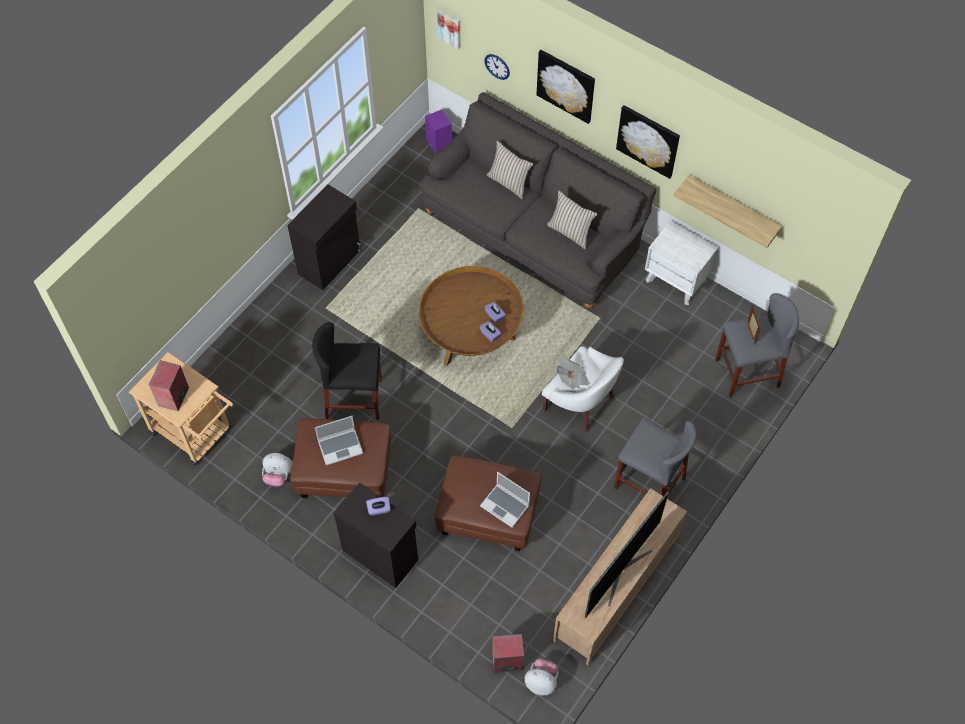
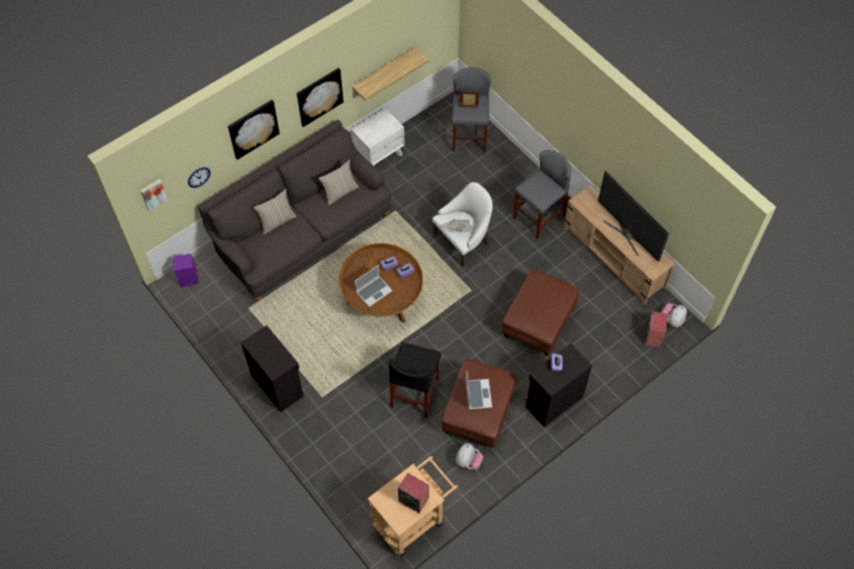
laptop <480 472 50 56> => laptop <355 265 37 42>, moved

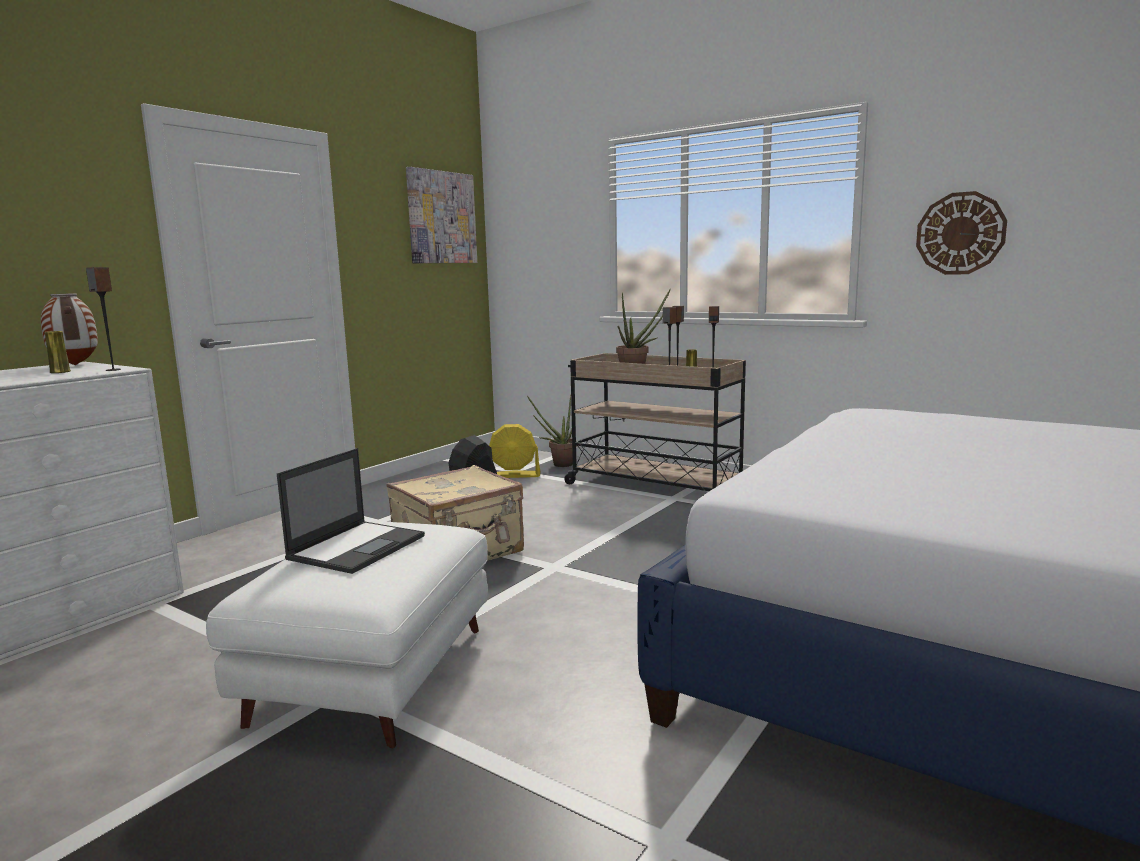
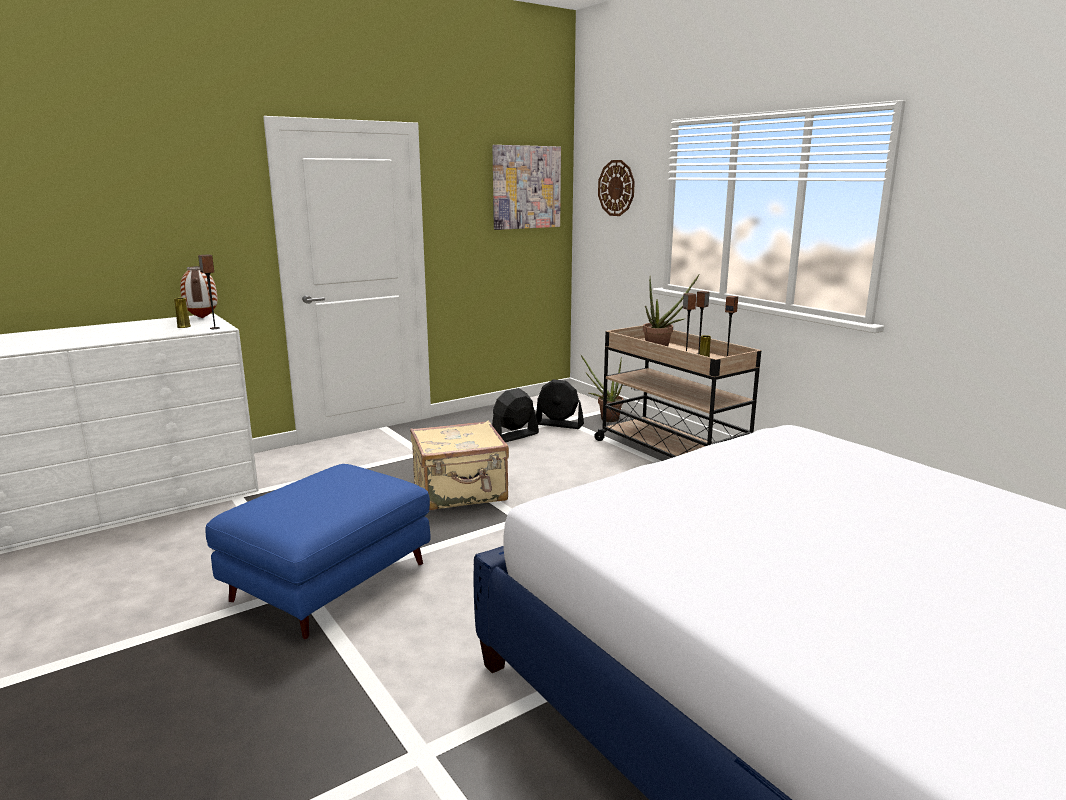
wall clock <916 191 91 84> => wall clock <598 160 37 56>, moved
fan in yellow <489 424 51 54> => fan in black <536 379 48 50>
laptop <277 448 148 126> => nothing
ottoman in white <206 521 282 227> => ottoman in blue <205 464 226 175>

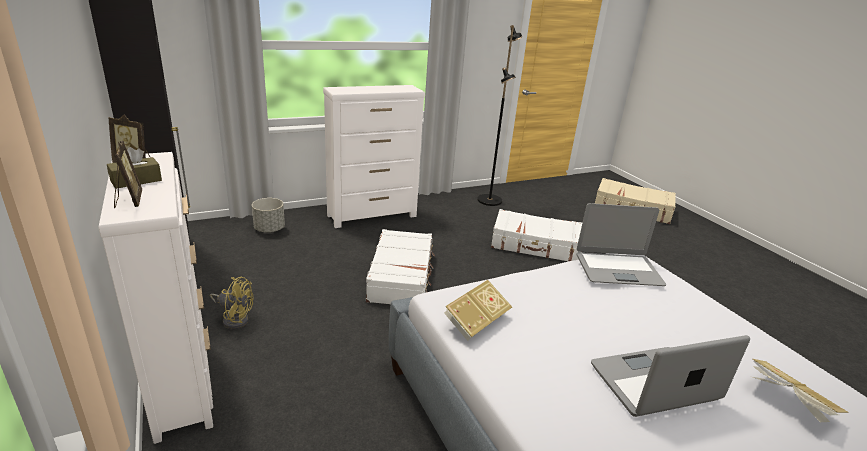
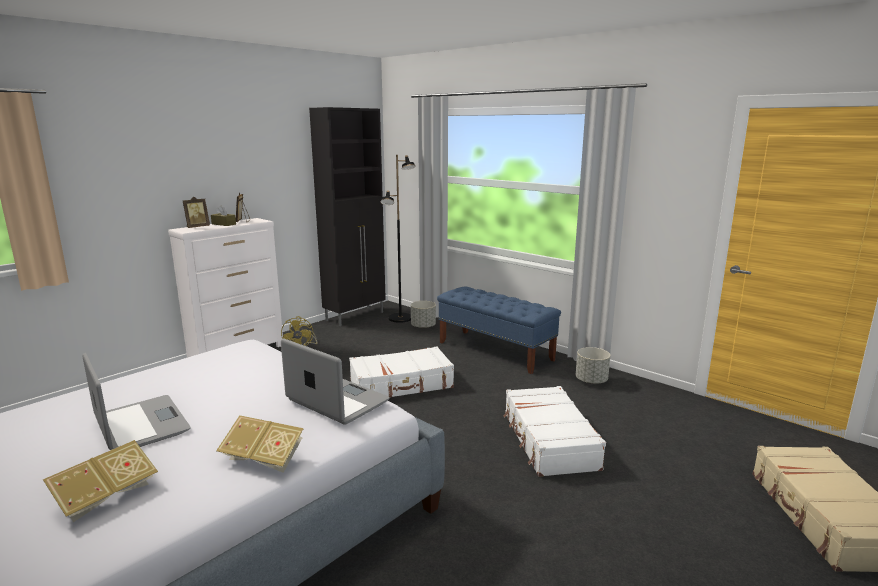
floor lamp in black <477 25 46 181> => floor lamp in black <380 155 36 168>, moved
dresser in white <323 85 102 143> => bench in blue <437 287 124 87>
laptop <577 203 89 83> => laptop <281 338 108 87>, 150 degrees clockwise
book <444 280 68 61> => book <216 415 88 58>, moved
nothing => planter in grey <576 347 34 37>

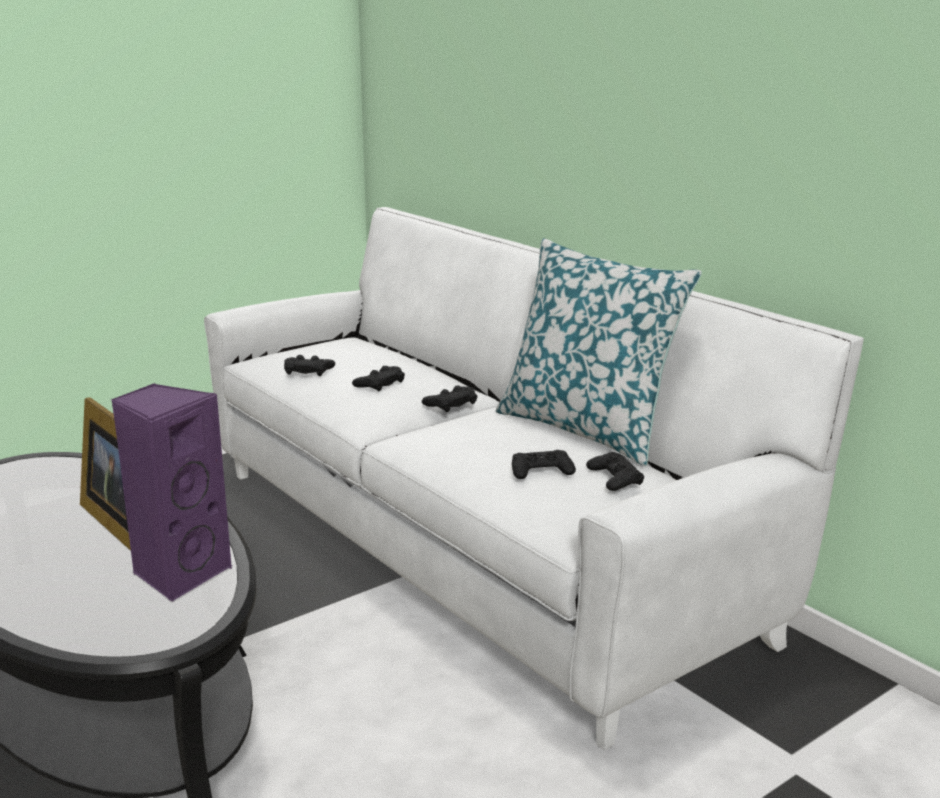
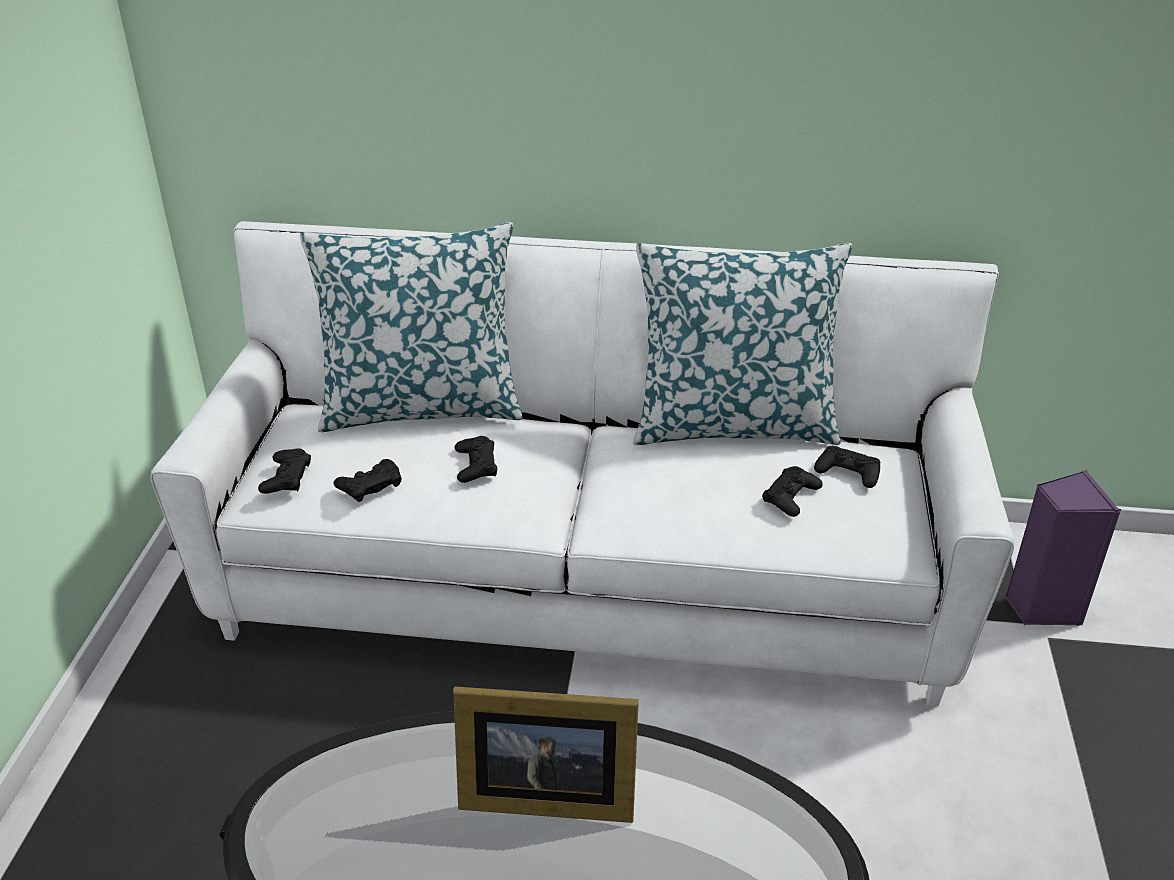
speaker in purple <111 383 122 219> => speaker in purple <1005 471 116 155>, moved
game controller in black <422 386 56 26> => game controller in black <258 448 53 46>, moved
nothing => pillow <300 222 223 210>

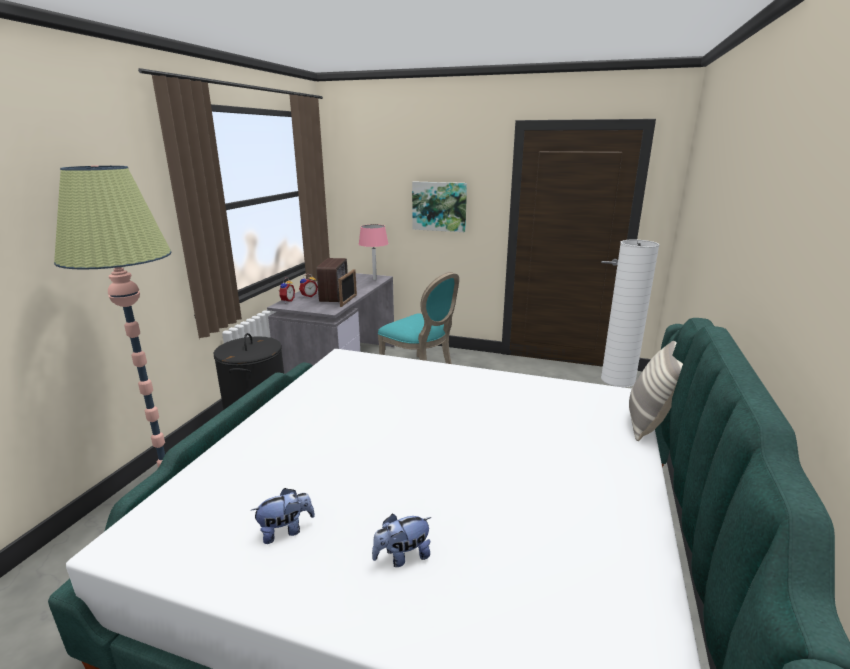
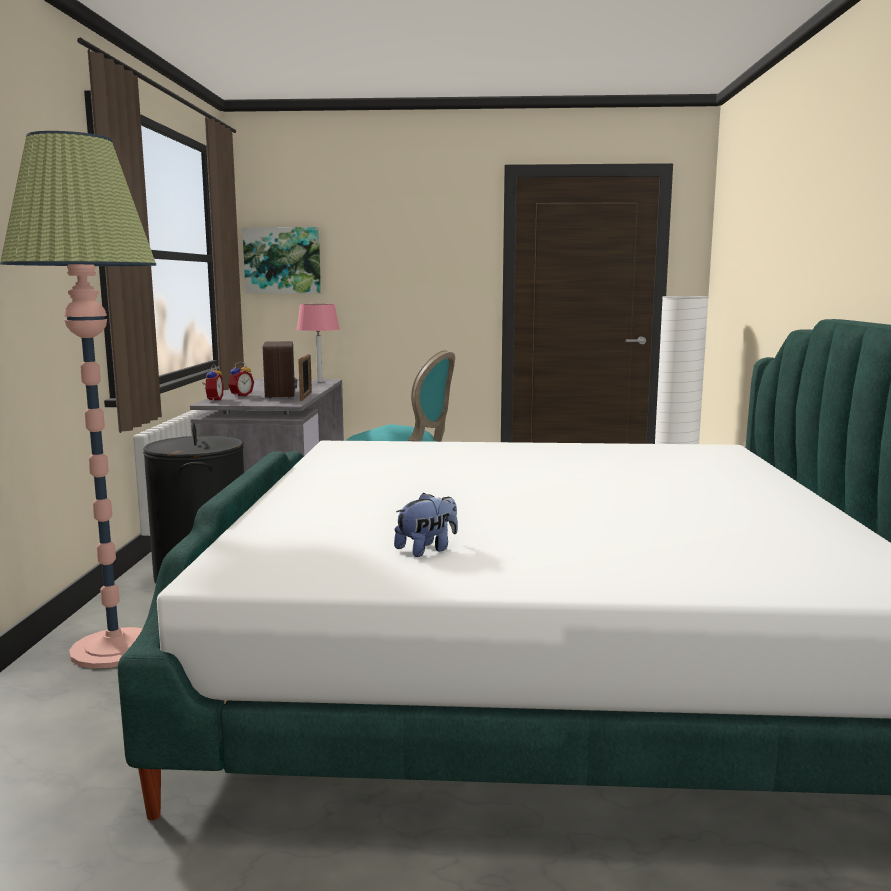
picture <412 182 55 50> => picture <242 227 79 67>, moved
pillow <629 341 54 100> => nothing
plush toy <372 514 60 53> => nothing

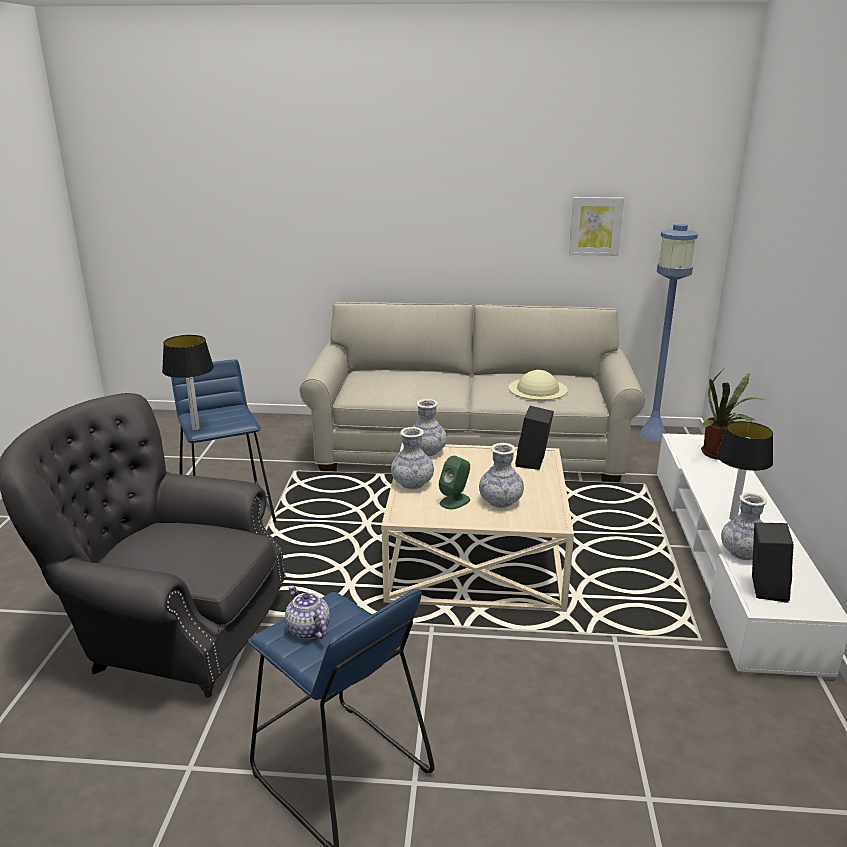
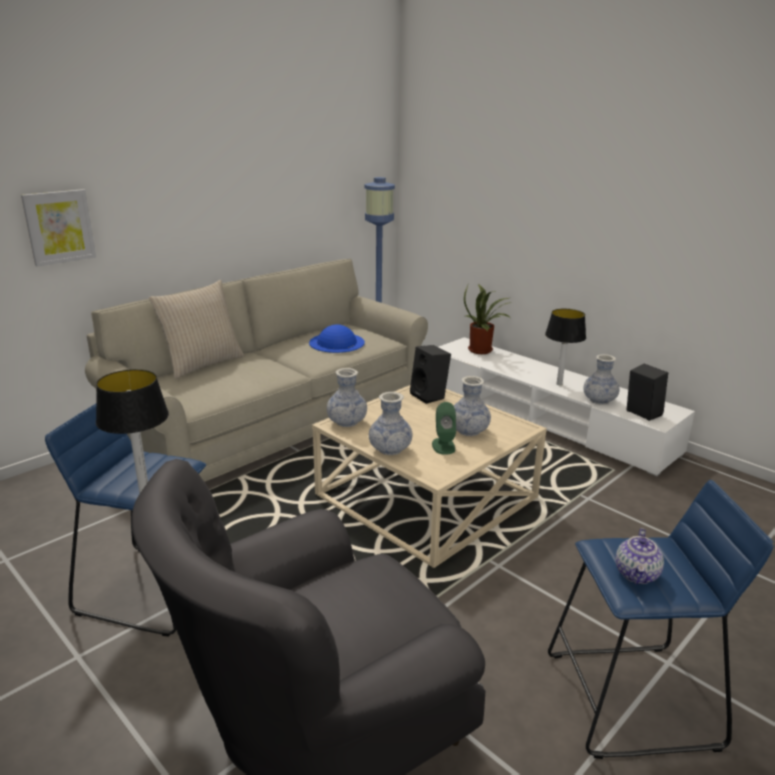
picture <569 197 55 59> => picture <21 189 75 78>, moved
hat in beige <509 370 59 30> => hat in blue <309 324 56 29>
teapot <285 586 45 54> => teapot <616 528 48 56>, 75 degrees counterclockwise
nothing => pillow in beige <149 280 96 99>

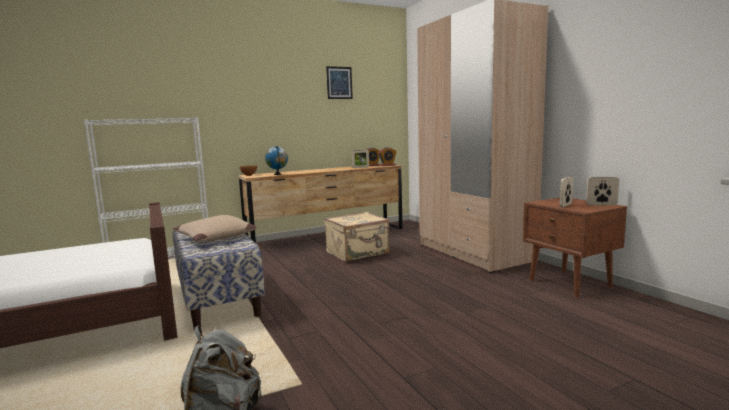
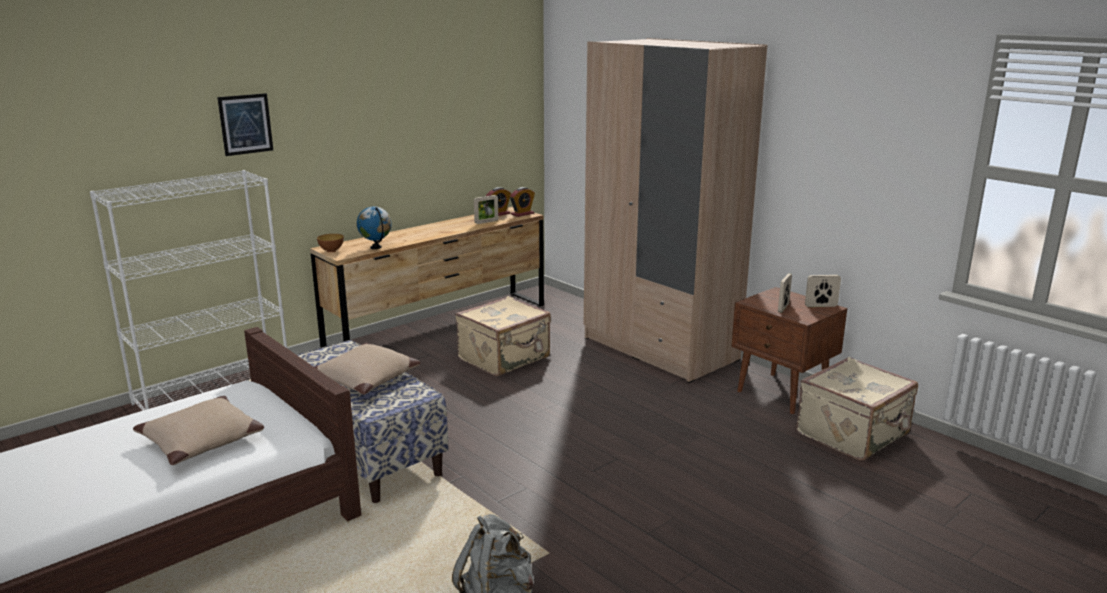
picture <326 66 27 33> => picture <217 93 56 63>, moved
nothing => suitcase in beige <797 357 121 104>
nothing => pillow in beige <133 396 131 69>

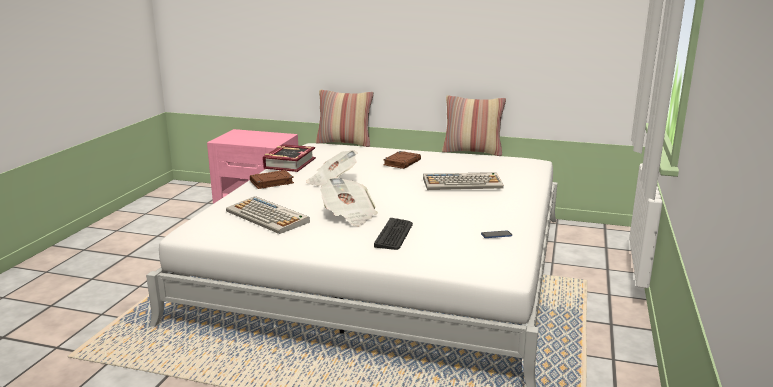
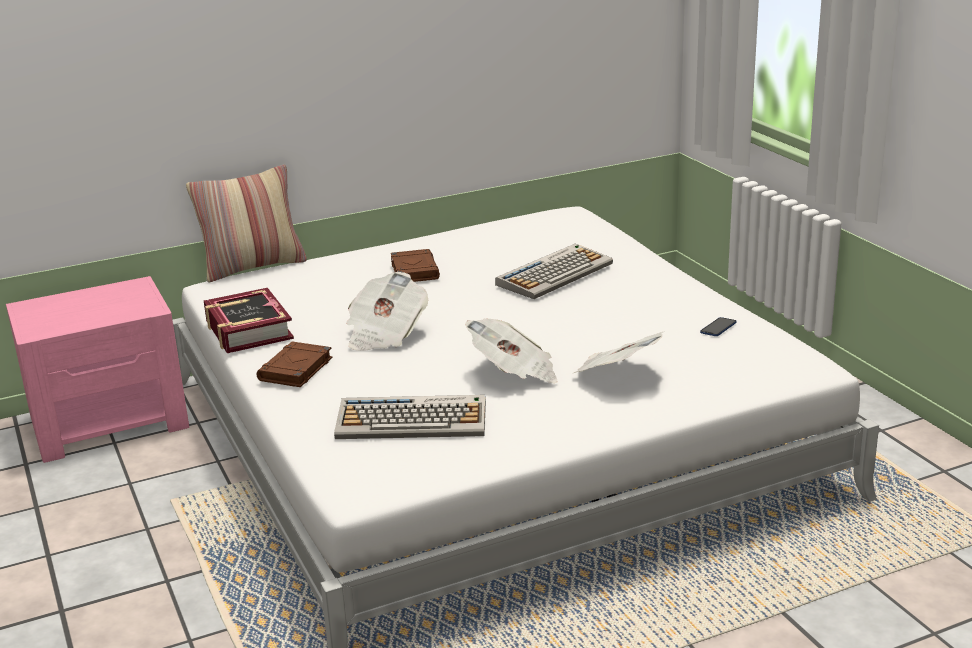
pillow <442 95 64 61> => nothing
keyboard <374 218 39 32> => newspaper <574 331 91 42>

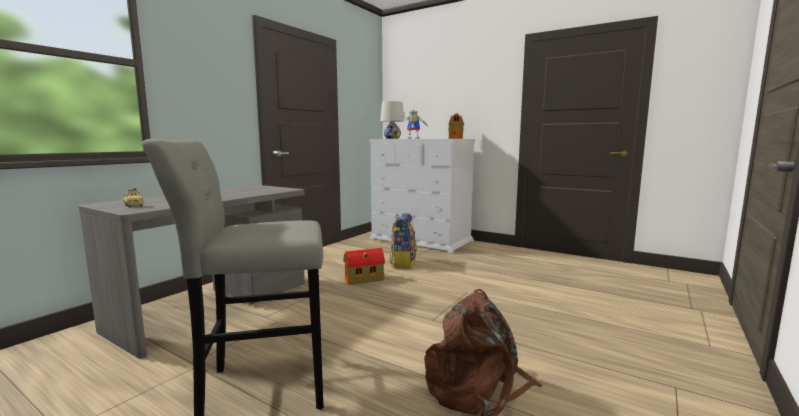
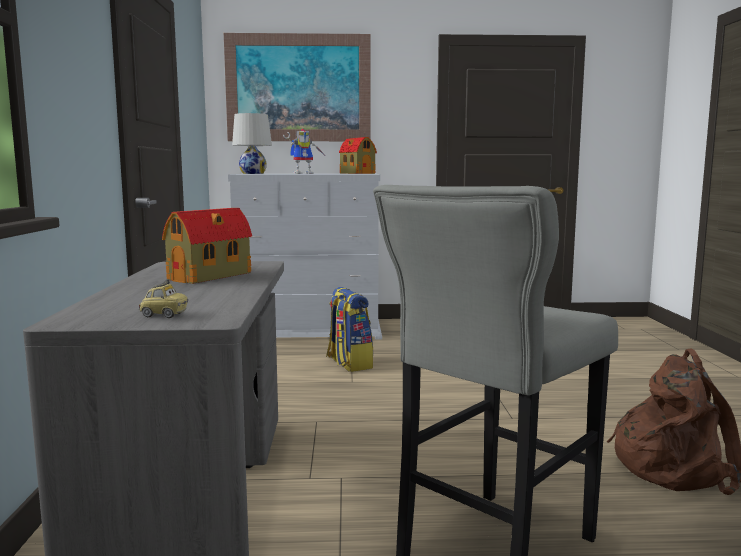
toy house <344 248 41 37> => toy house <162 208 90 76>, moved
nothing => picture <224 33 146 108>

